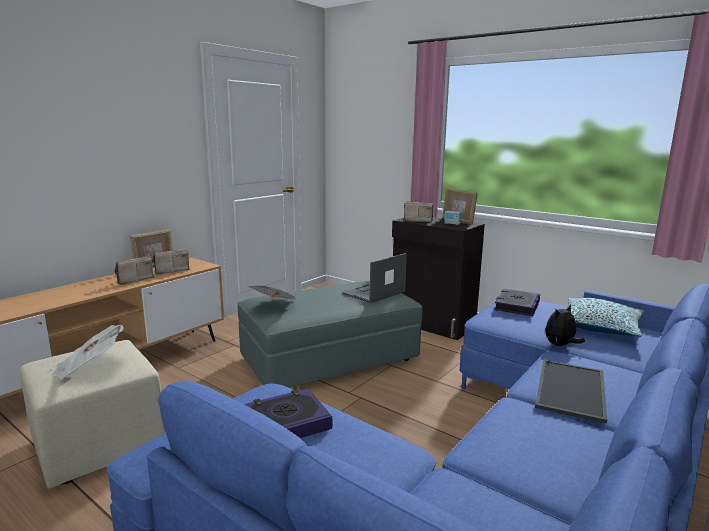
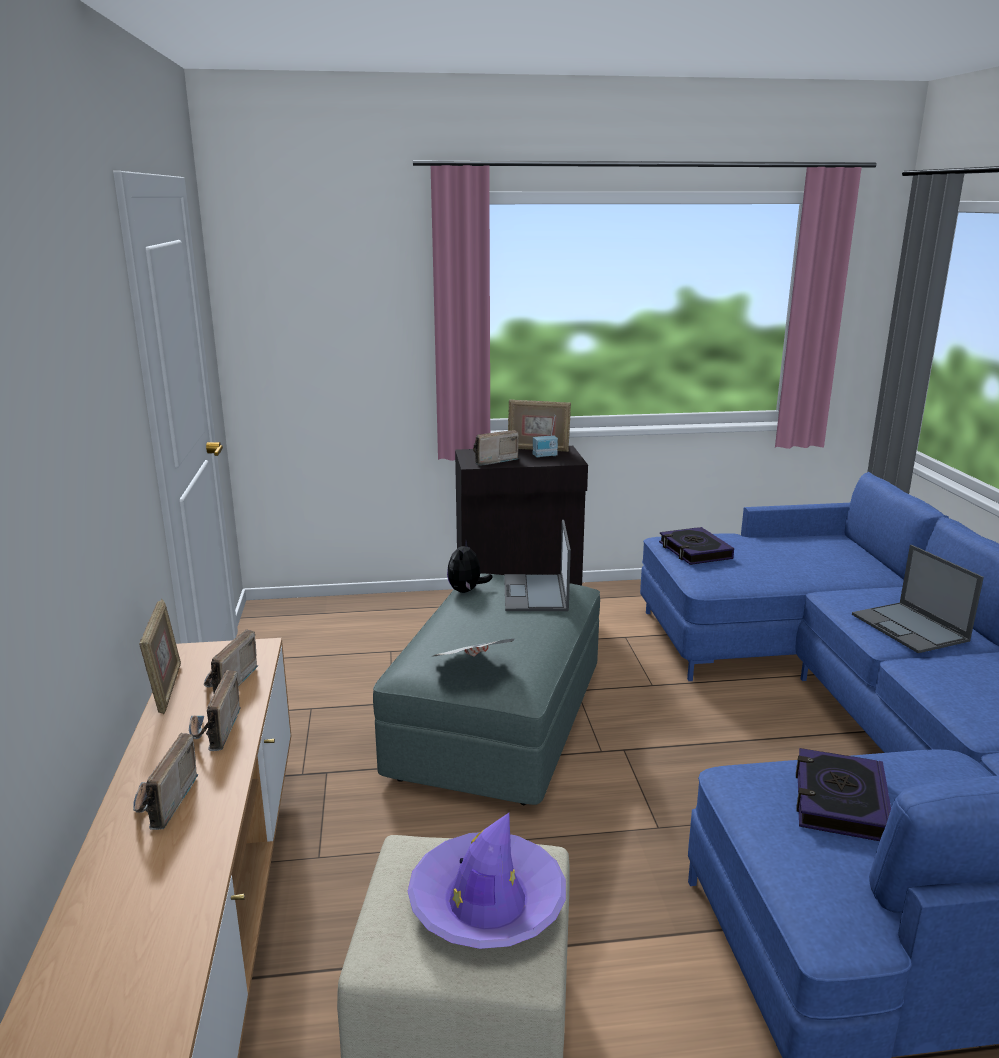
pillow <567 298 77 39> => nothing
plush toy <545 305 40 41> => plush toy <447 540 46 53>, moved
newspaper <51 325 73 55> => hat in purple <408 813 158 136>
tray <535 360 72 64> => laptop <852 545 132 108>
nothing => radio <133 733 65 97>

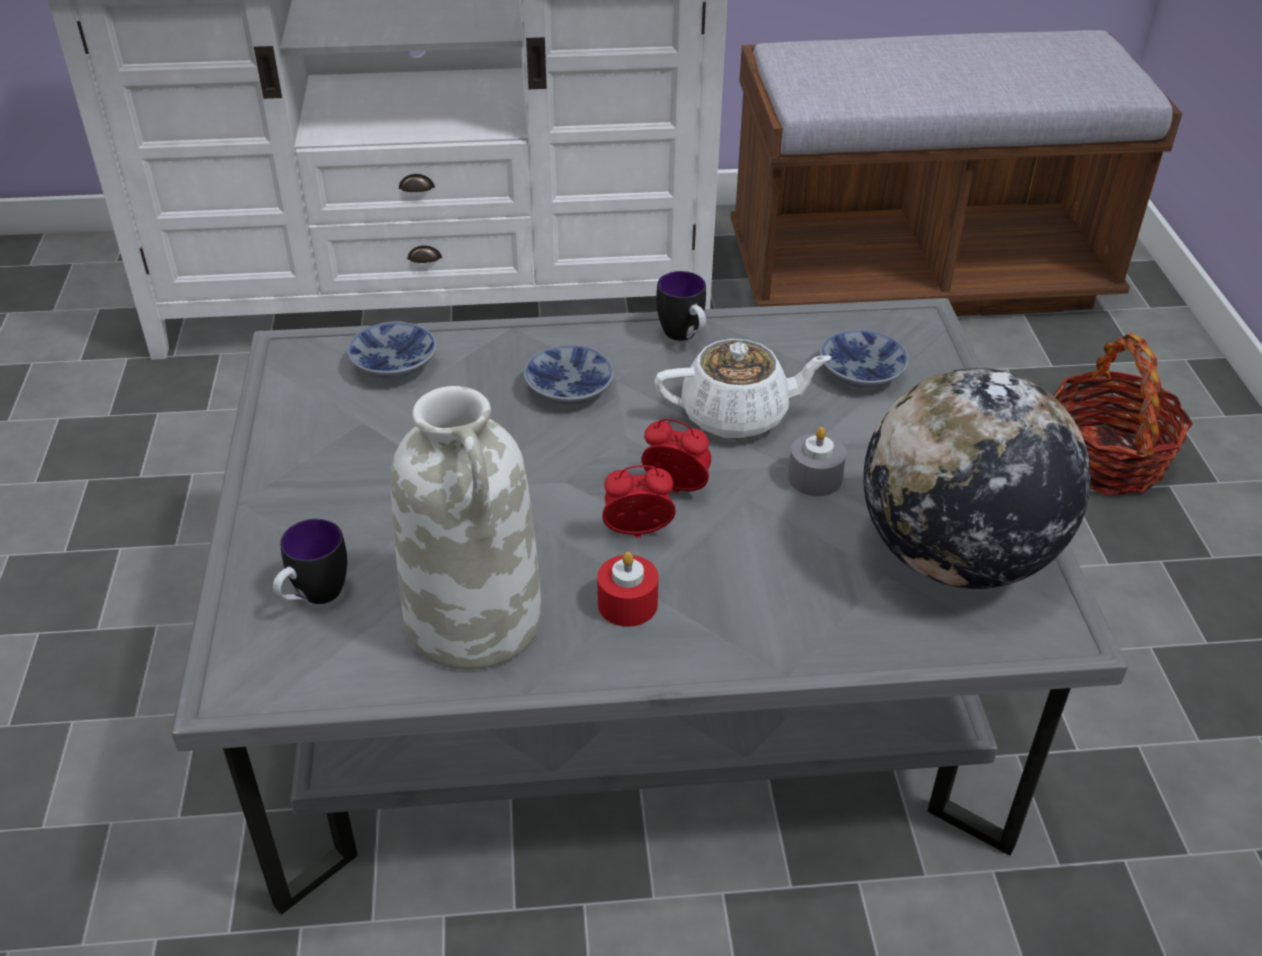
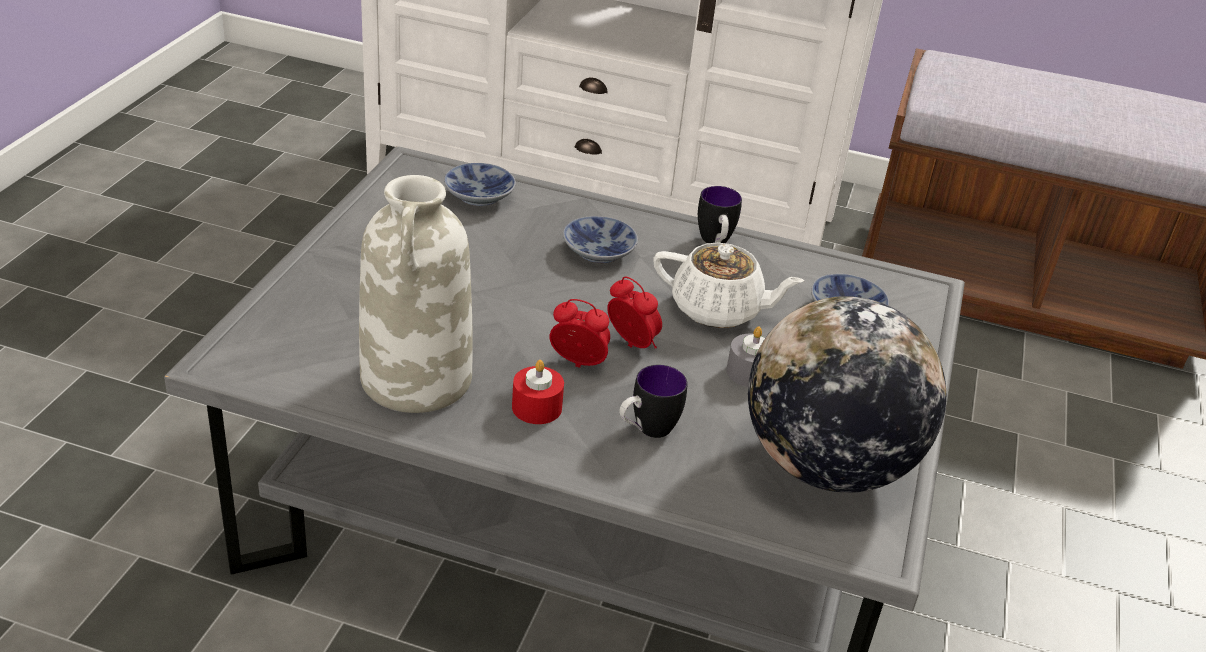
basket <1053 333 140 162> => nothing
mug <273 519 74 85> => mug <619 365 69 73>, moved

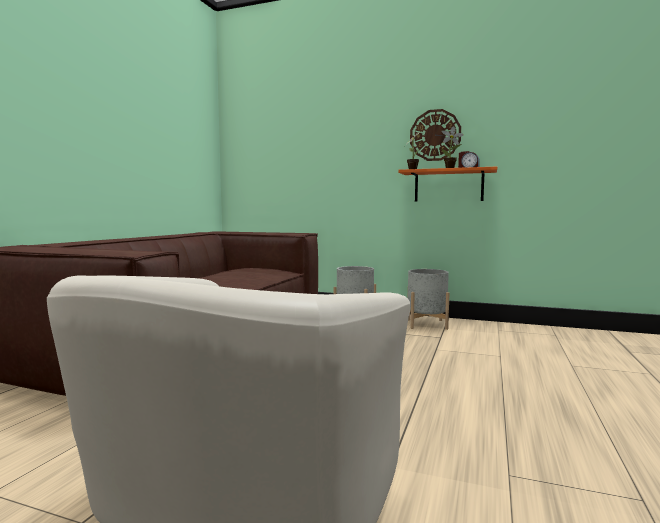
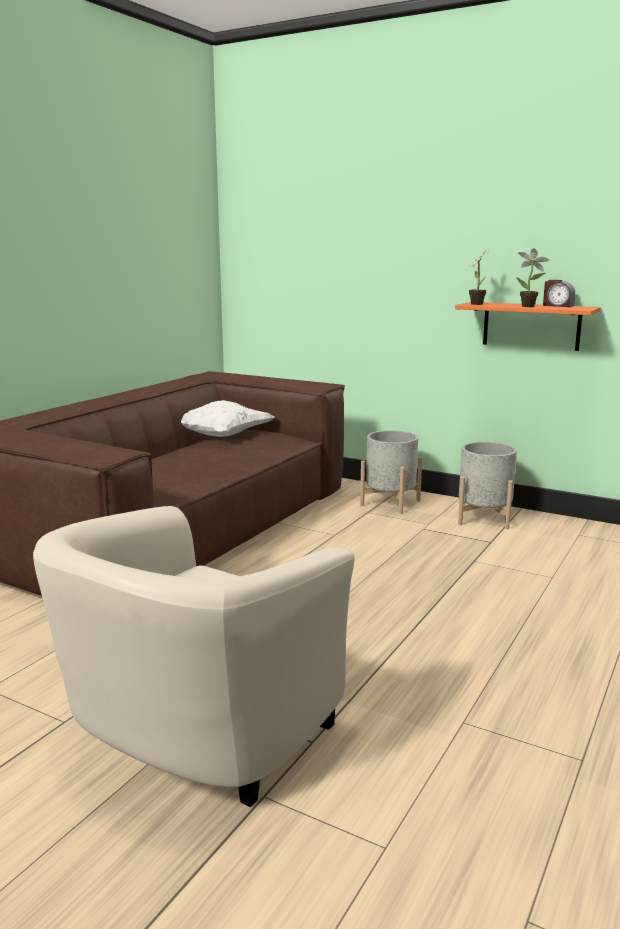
wall clock <410 109 51 52> => nothing
nothing => pillow in white <181 400 93 37>

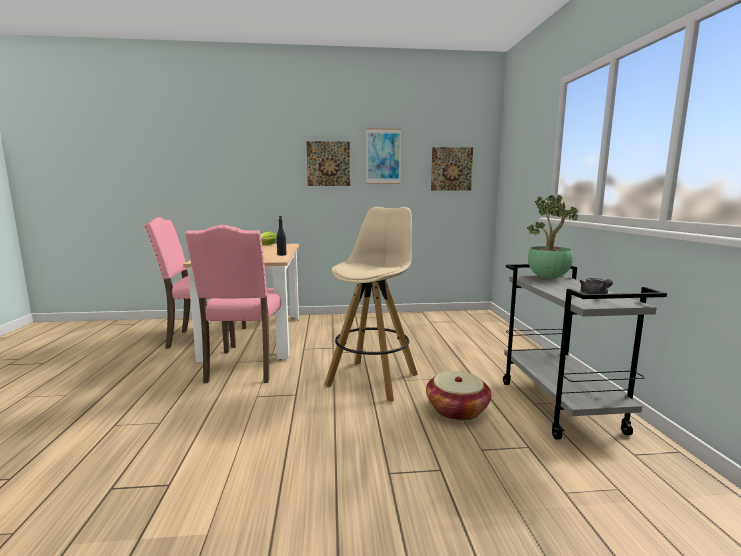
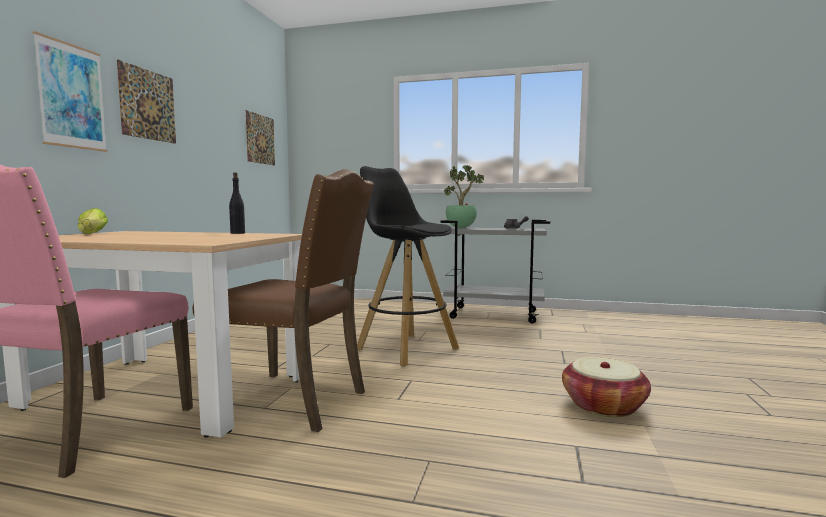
picture <366 128 36 56> => picture <33 31 74 121>, moved
stool in beige <324 207 94 195> => stool in black <357 166 102 200>
chair in pink <185 225 103 158> => chair in brown <193 169 181 263>
basket <426 371 65 50> => basket <562 357 89 60>, moved

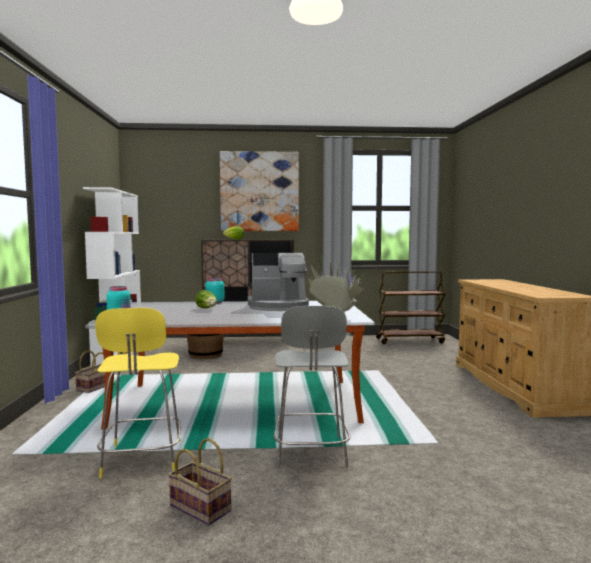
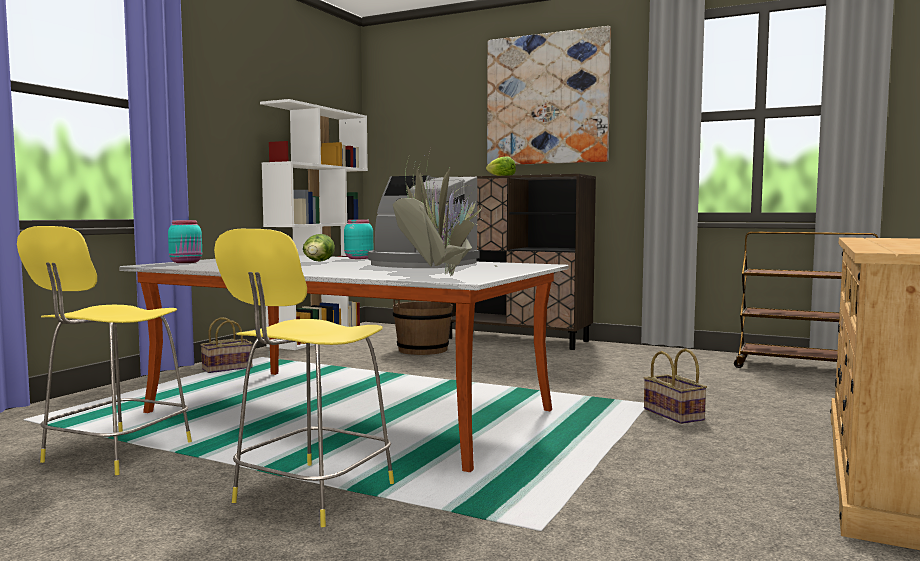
chair in grey <274 306 76 163> => chair in yellow <214 229 180 298>
basket <168 438 64 87> => basket <644 348 63 76>, moved

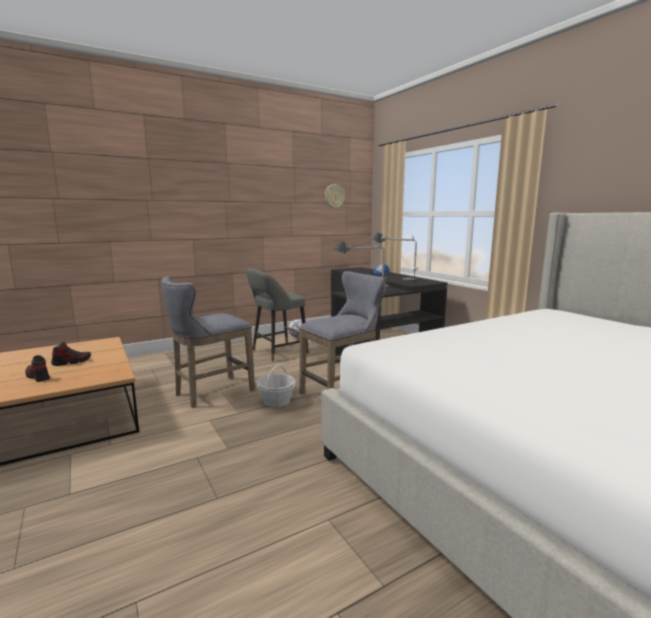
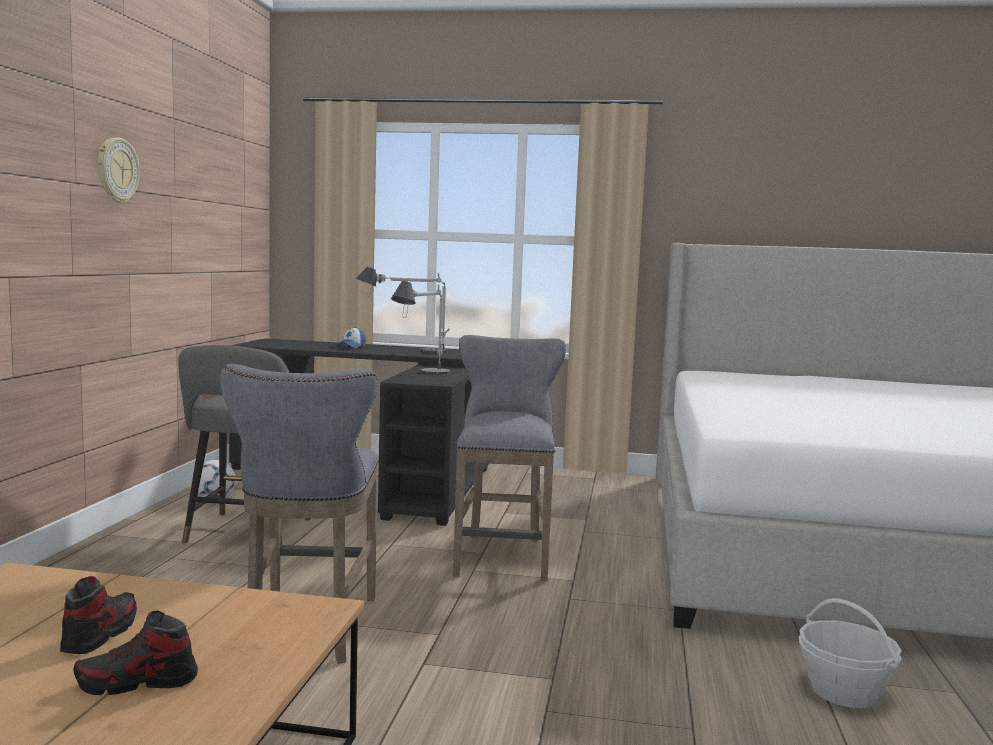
wall clock <325 184 20 25> => wall clock <98 137 41 67>, moved
basket <257 365 39 42> => basket <799 598 102 110>, moved

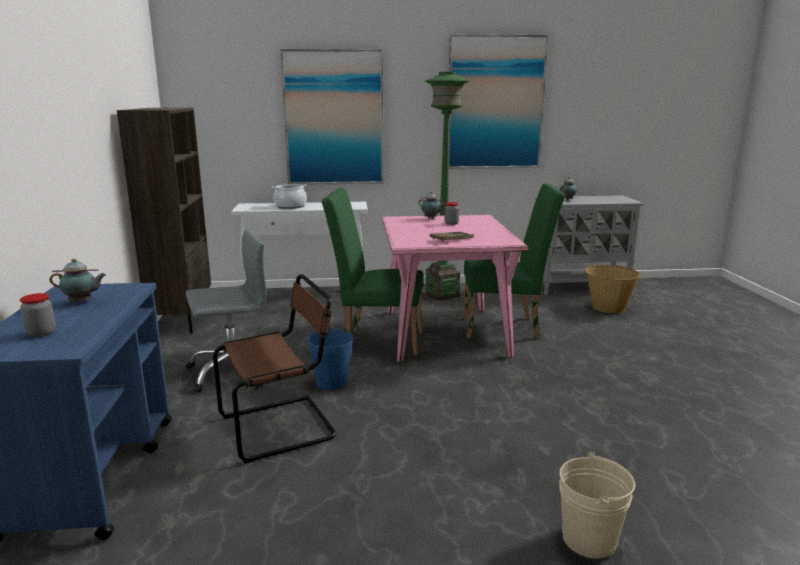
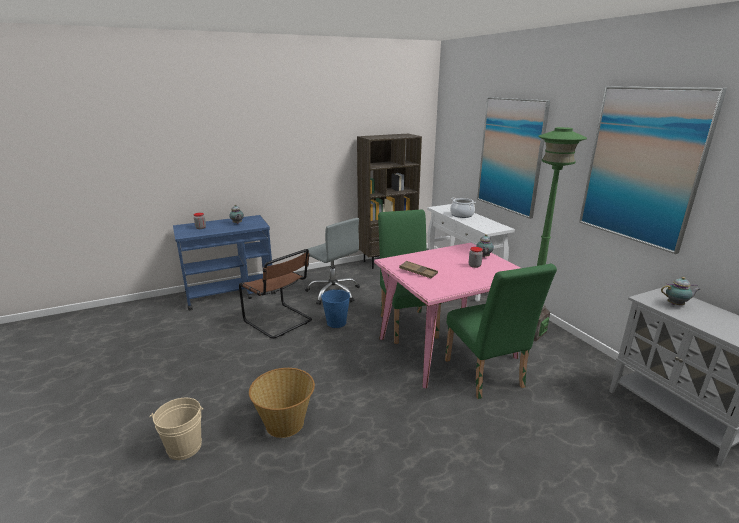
basket <584 265 56 48> => basket <249 368 66 70>, moved

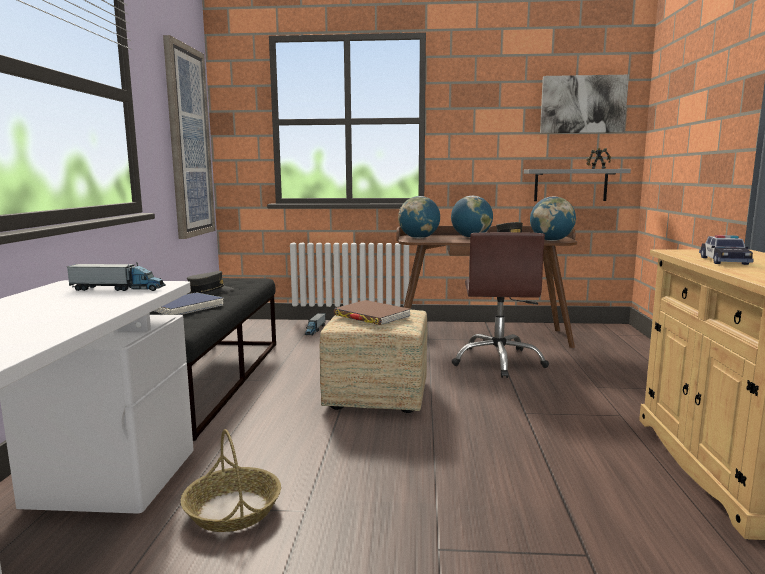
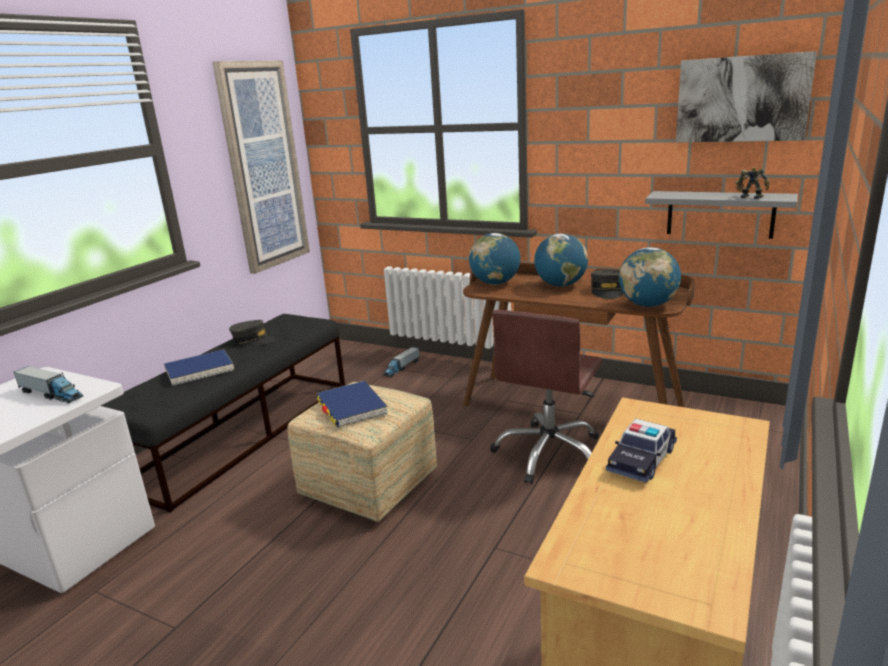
book in brown <334 300 76 25> => book in blue <317 381 71 46>
basket <181 429 100 103> => nothing

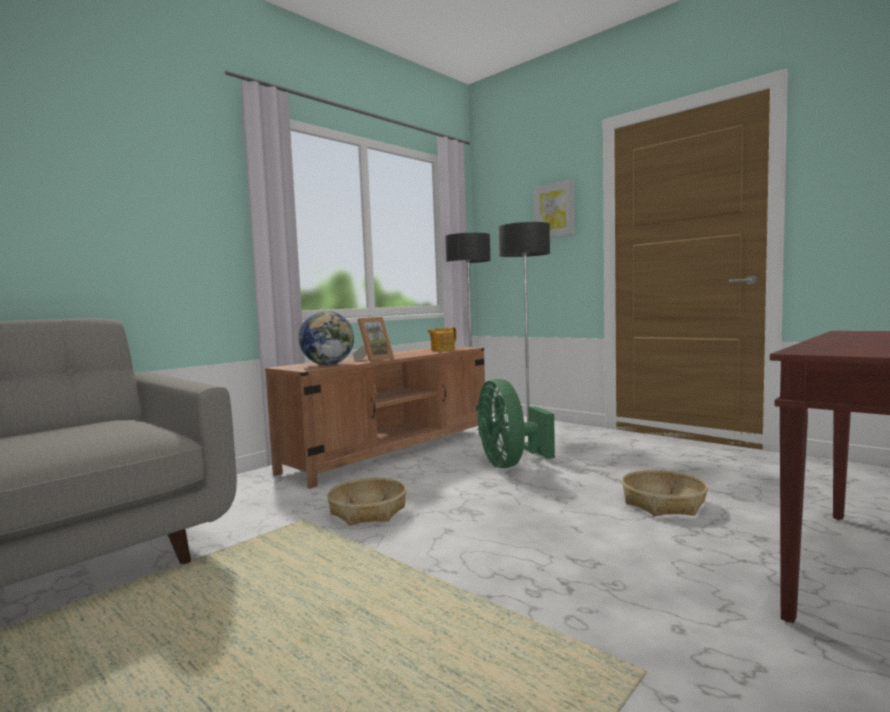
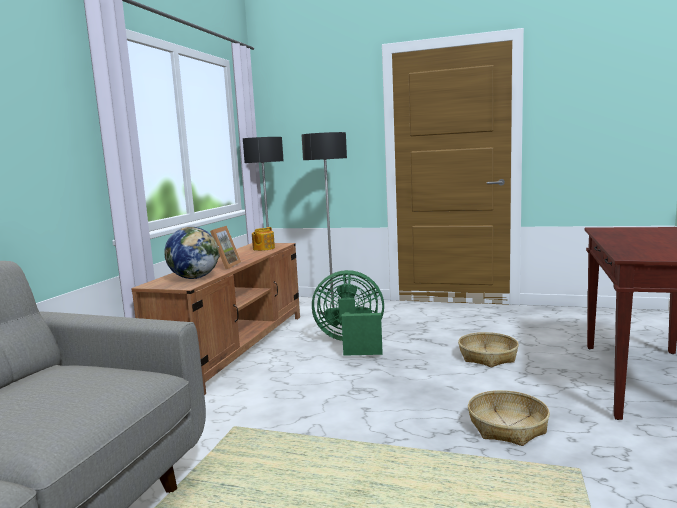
picture <533 180 42 58> => nothing
fan in green <477 379 78 89> => fan in green <312 270 72 86>, 135 degrees clockwise
basket <327 478 80 47> => basket <468 390 82 56>, moved

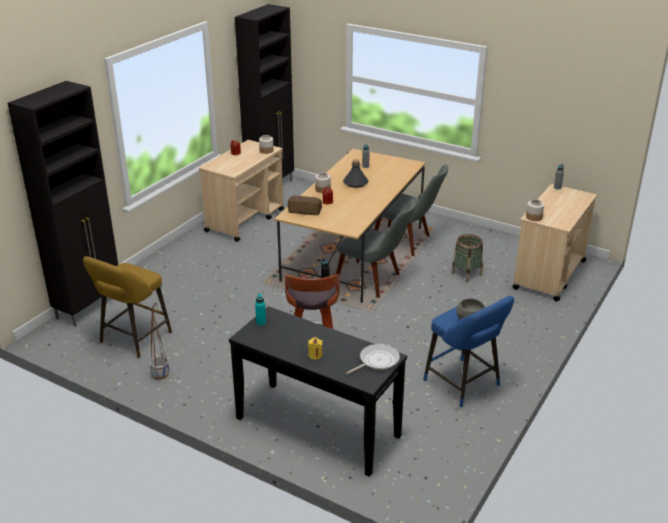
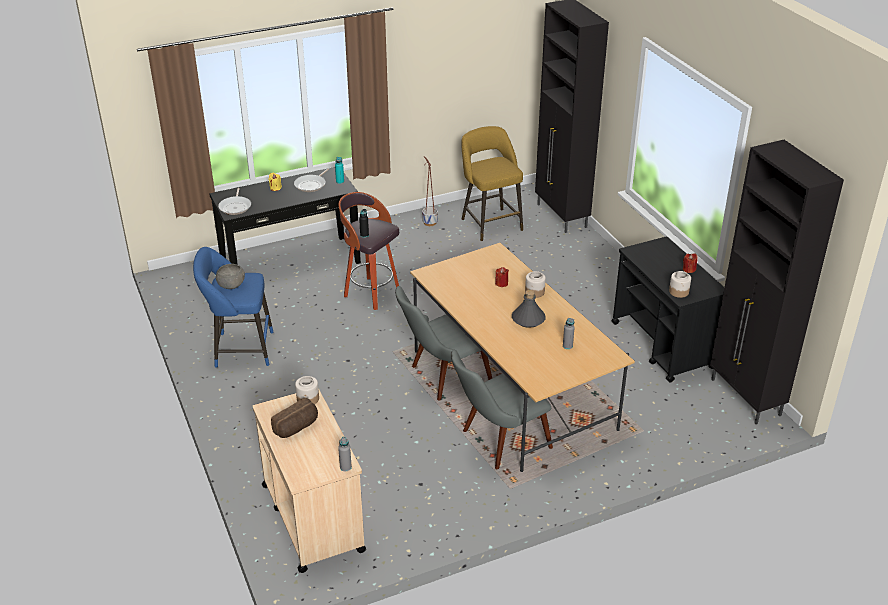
cart in beige <199 140 85 102> => cart in black <612 237 112 146>
bread <288 196 34 19> => bread <271 398 47 40>, moved
basket <451 234 32 49> => nothing
nothing => frying pan <294 169 35 23>

